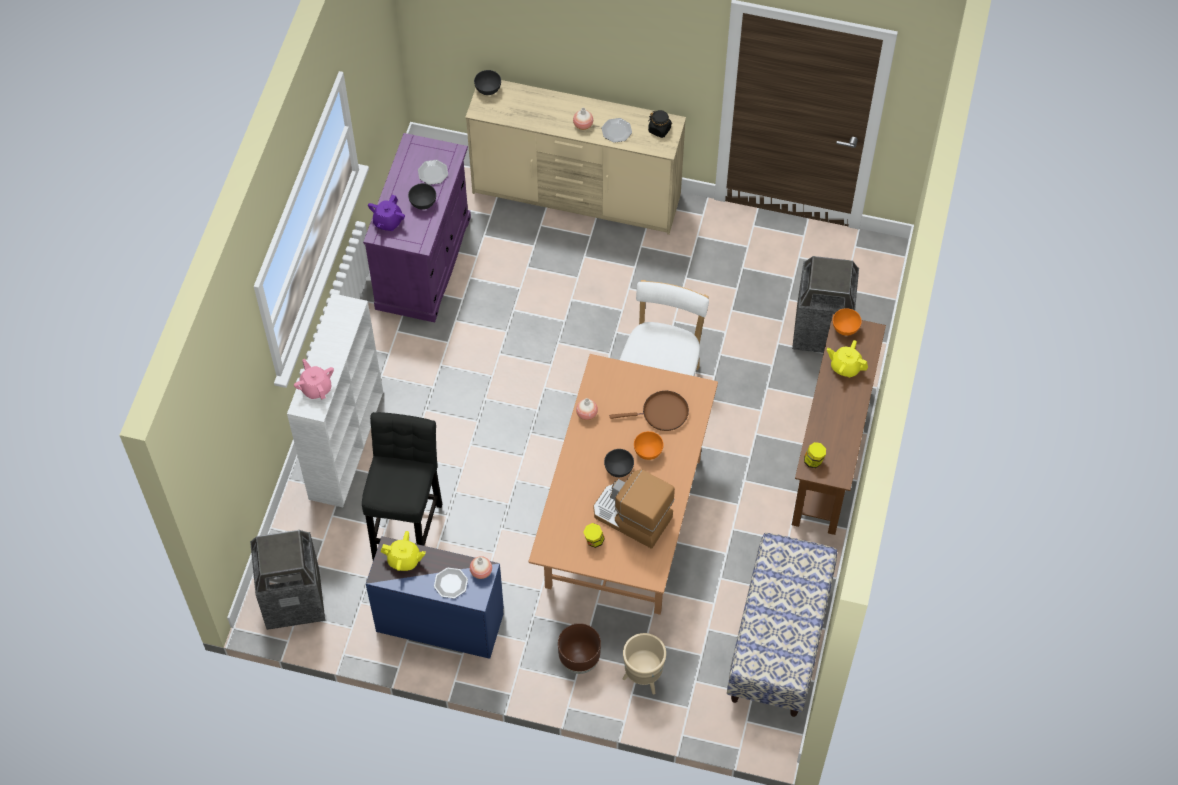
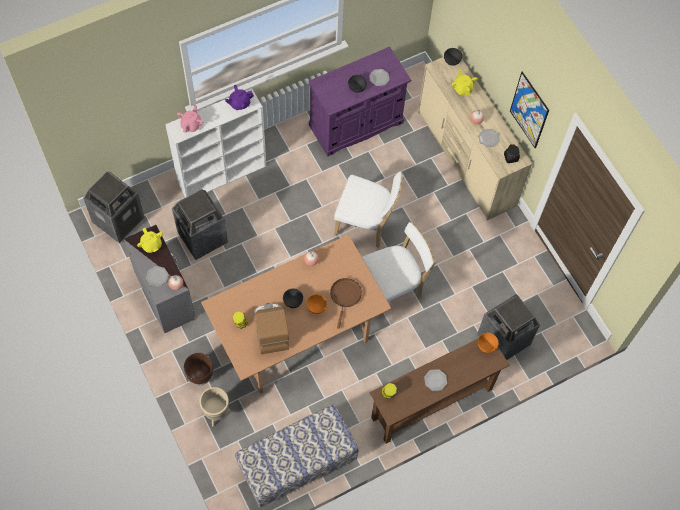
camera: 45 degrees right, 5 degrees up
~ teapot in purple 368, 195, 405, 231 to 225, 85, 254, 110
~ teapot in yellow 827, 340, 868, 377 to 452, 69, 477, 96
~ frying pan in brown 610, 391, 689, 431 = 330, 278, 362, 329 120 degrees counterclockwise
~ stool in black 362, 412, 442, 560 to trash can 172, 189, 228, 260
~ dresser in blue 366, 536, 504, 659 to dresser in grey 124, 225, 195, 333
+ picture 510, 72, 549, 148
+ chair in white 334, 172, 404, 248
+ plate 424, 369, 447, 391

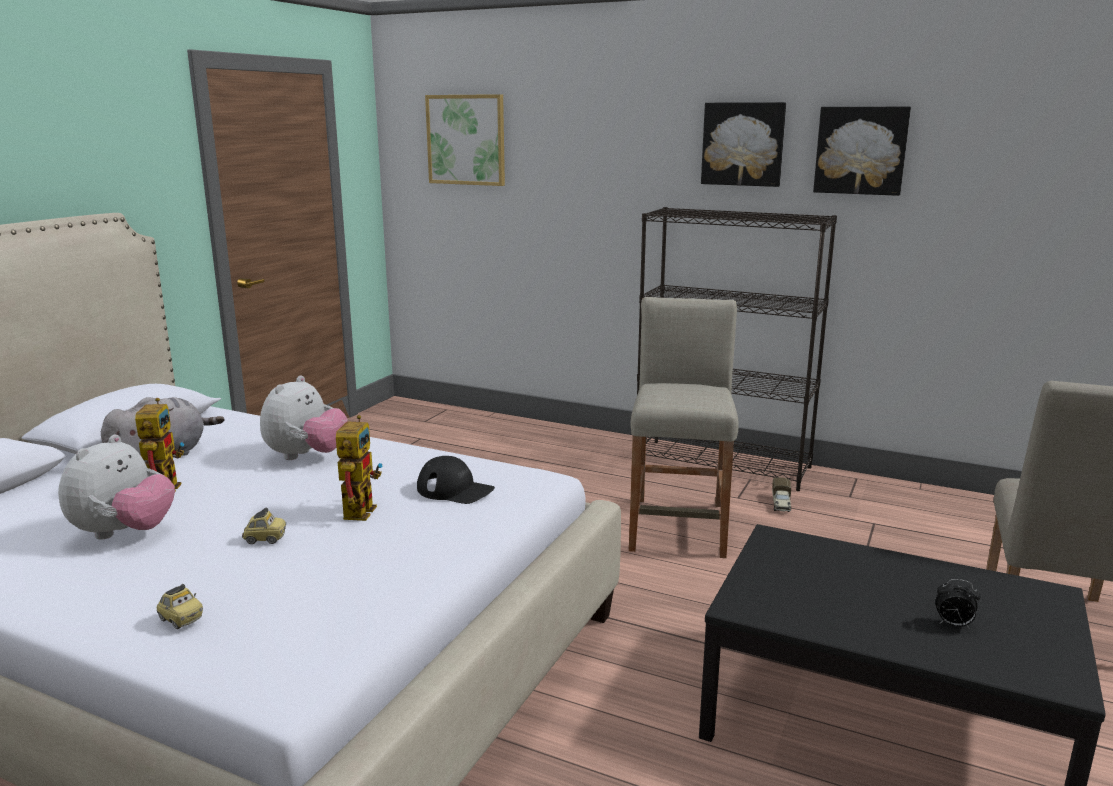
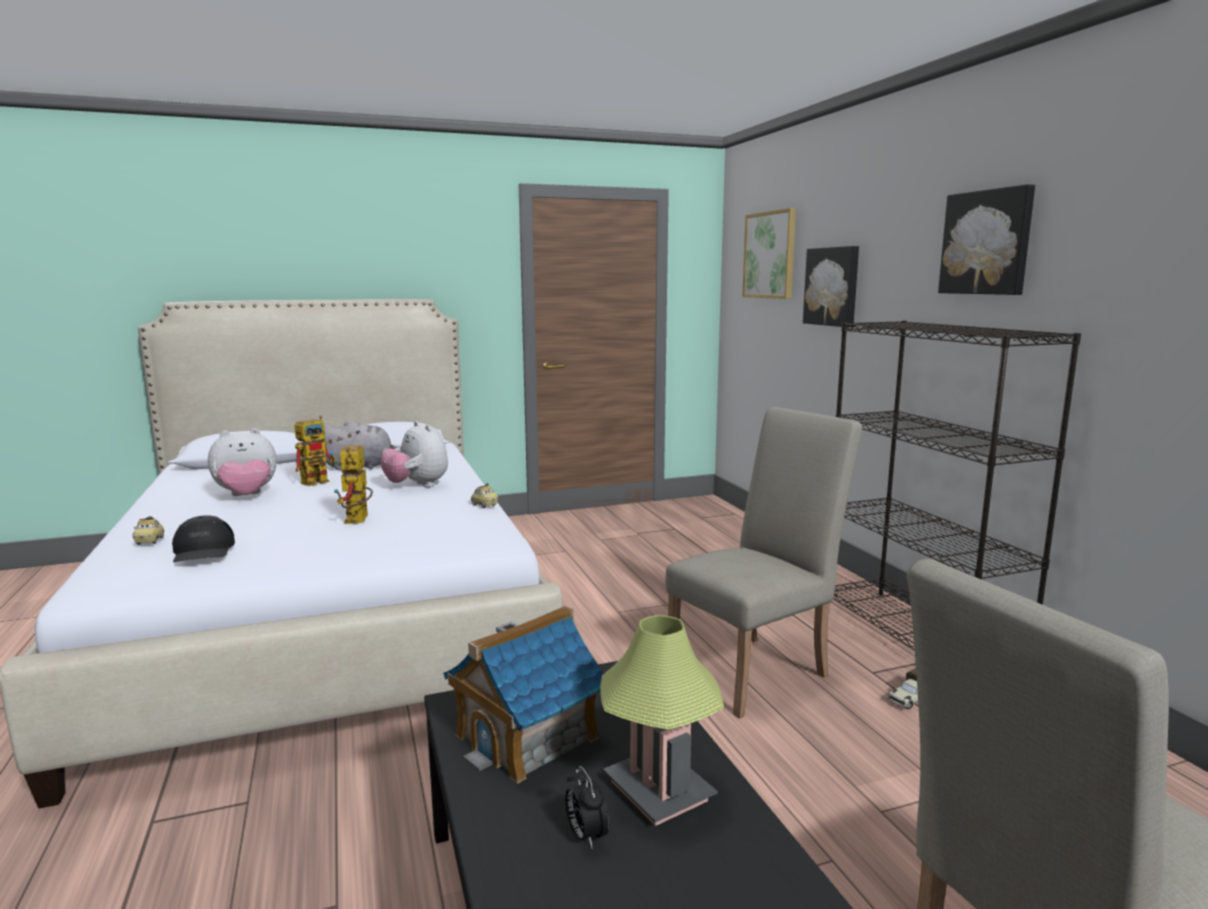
camera: 45 degrees right, 5 degrees down
~ picture 813, 107, 911, 196 to 803, 246, 859, 327
~ stool in beige 629, 297, 739, 558 to chair in beige 665, 407, 862, 719
~ plush toy 260, 375, 348, 460 = 381, 421, 448, 487 75 degrees clockwise
~ toy robot 336, 415, 383, 521 = 334, 445, 373, 524 120 degrees clockwise
~ cap in black 417, 456, 495, 504 to 172, 515, 235, 563
~ toy car 242, 507, 286, 544 to 471, 483, 498, 508
+ toy house 443, 606, 604, 784
+ table lamp 601, 615, 724, 826

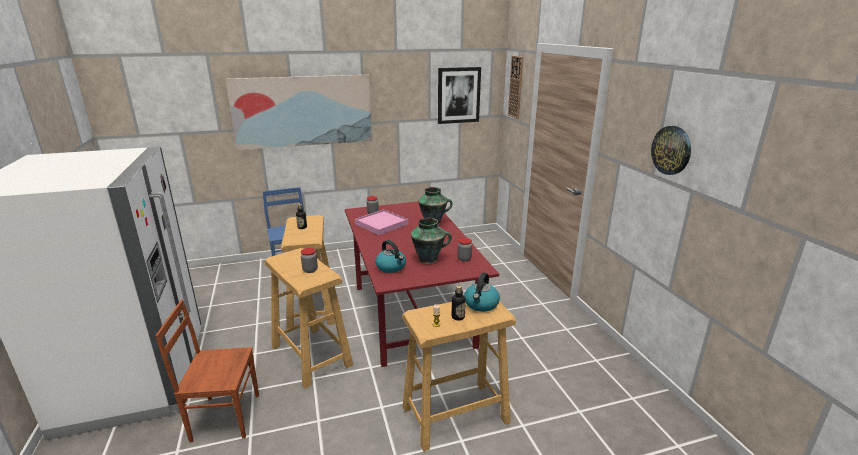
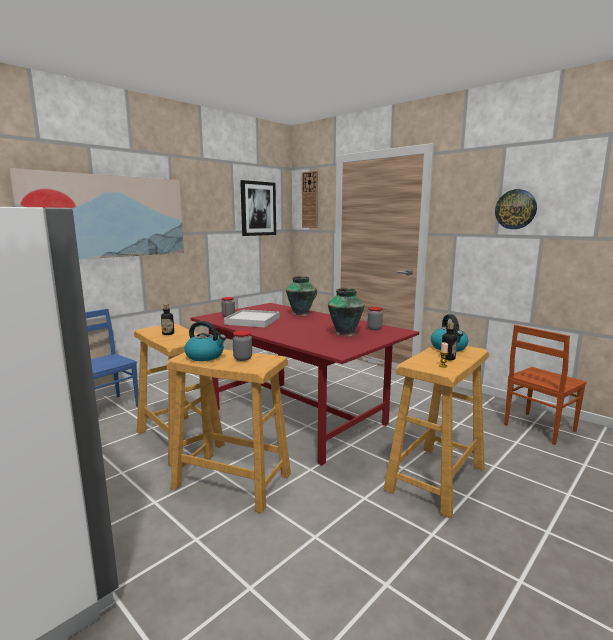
camera: 30 degrees left, 10 degrees down
~ tray in pink 355, 209, 408, 235 to tray in white 224, 309, 280, 328
~ kettle 376, 240, 406, 273 to 184, 321, 226, 361
~ chair in brown 155, 299, 259, 443 to 504, 325, 587, 445

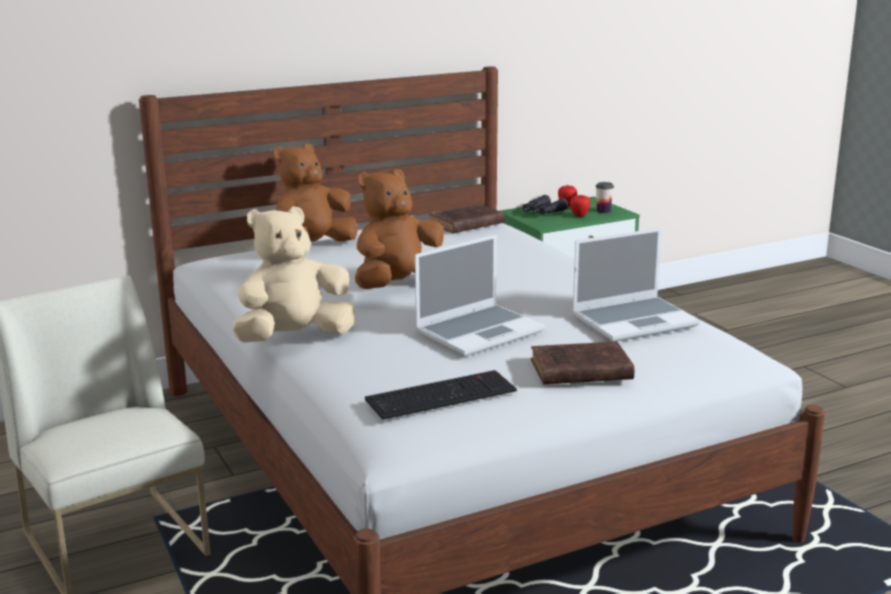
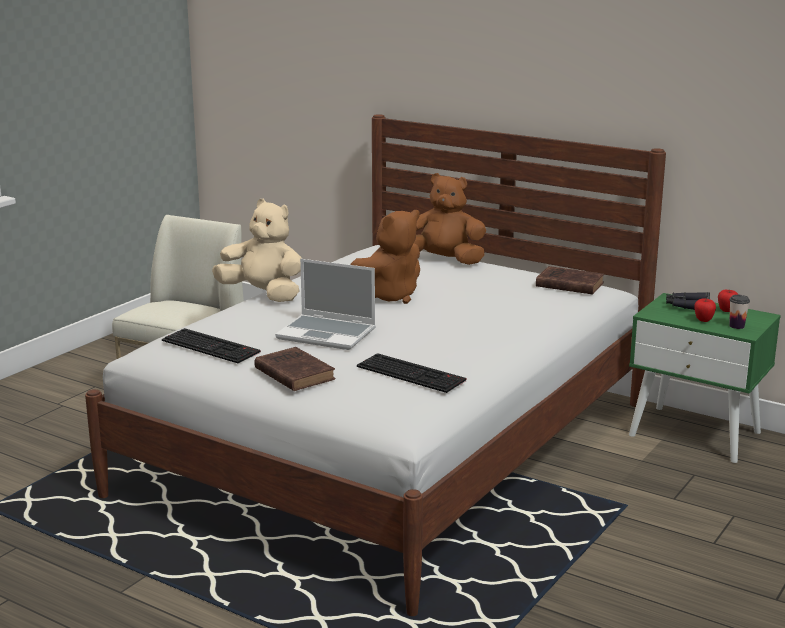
camera: 60 degrees right, 0 degrees up
~ plush toy in brown 355, 169, 444, 289 = 350, 210, 420, 304 120 degrees clockwise
~ laptop 572, 228, 700, 342 to keyboard 357, 353, 466, 393

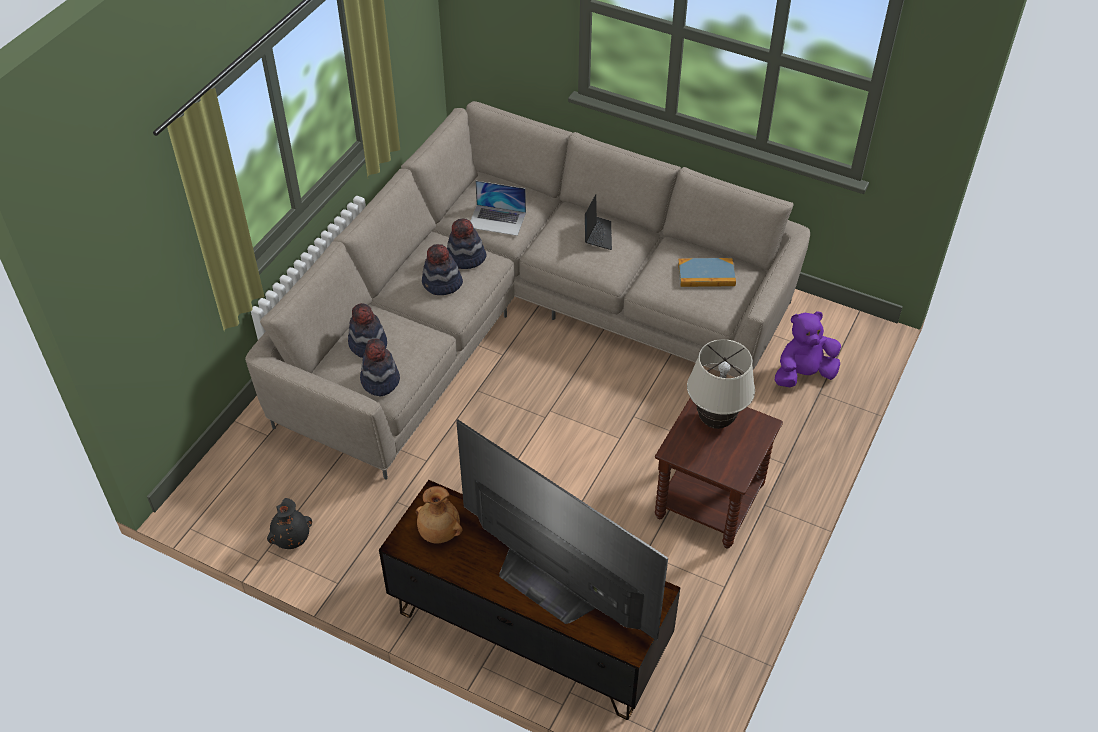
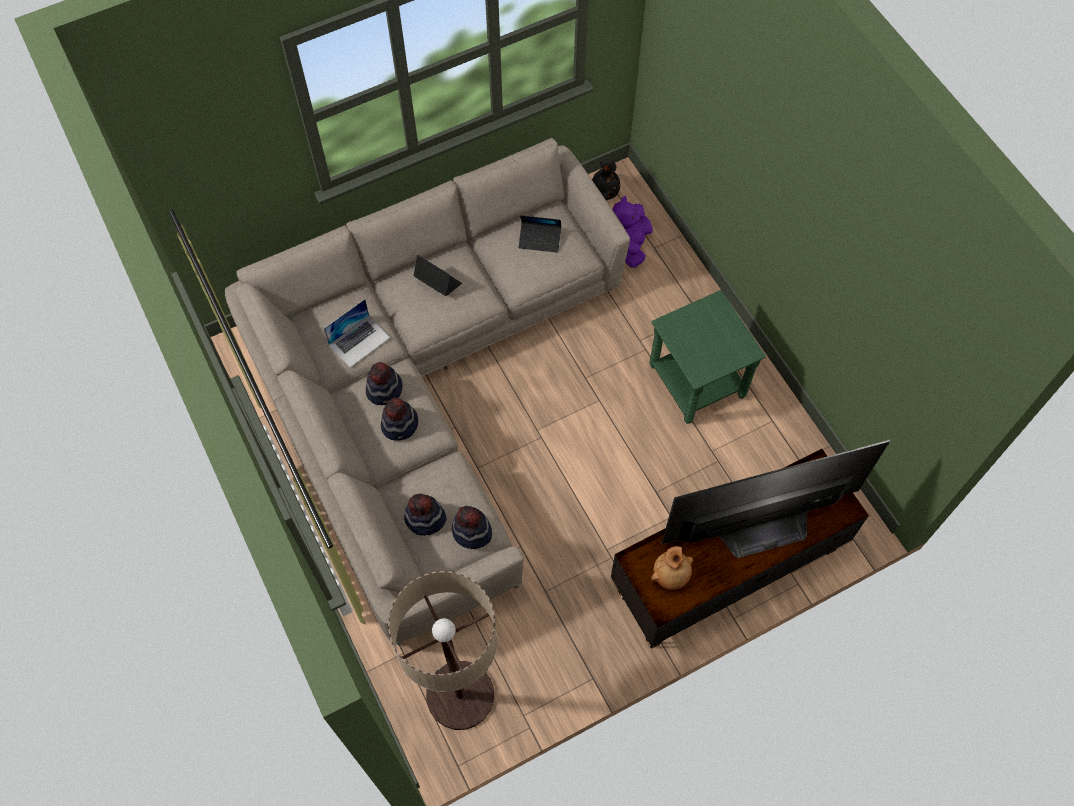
camera: 55 degrees left, 15 degrees up
~ book 678, 258, 736, 287 to laptop 519, 215, 562, 253
- table lamp in beige 687, 339, 755, 429
~ side table in brown 655, 398, 783, 548 to side table in green 649, 290, 766, 424
~ vase in black 267, 498, 312, 549 to 592, 159, 620, 201
+ floor lamp 388, 571, 497, 730

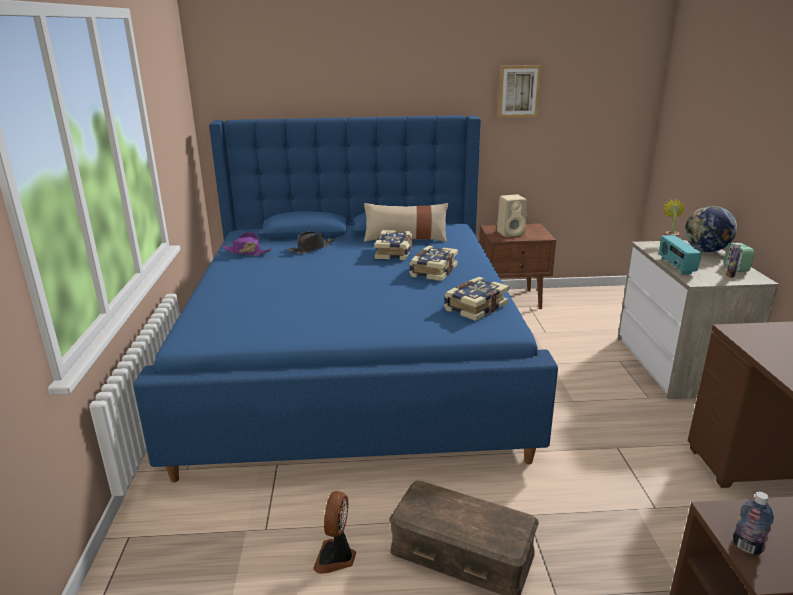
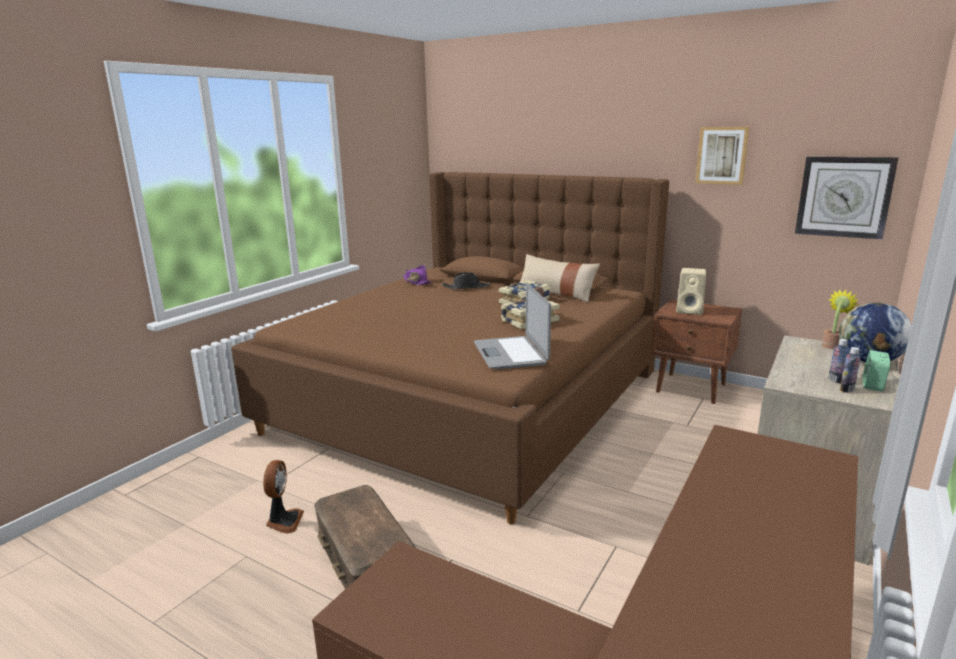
camera: 35 degrees right, 5 degrees down
~ bed in blue 133, 115, 558, 483 to bed in brown 231, 172, 669, 525
- radio 659, 235, 702, 275
~ book 444, 277, 509, 321 to laptop 474, 284, 551, 369
~ fan 313, 491, 356, 574 = 263, 460, 304, 534 135 degrees clockwise
~ bottle 733, 492, 774, 555 to 828, 339, 850, 384
+ wall clock 795, 156, 898, 239

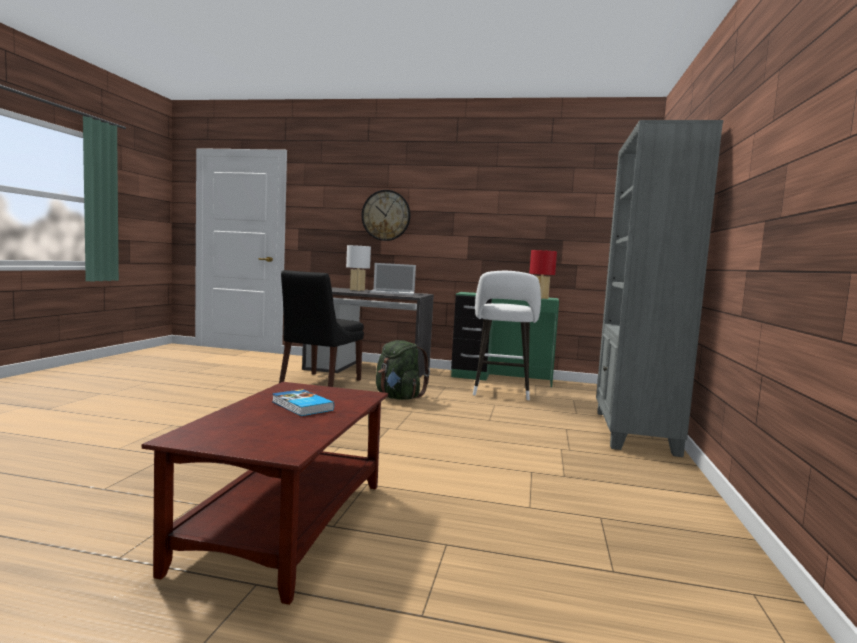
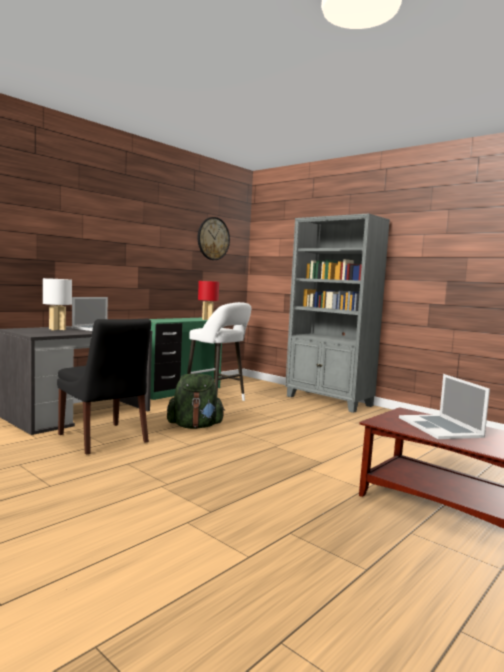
camera: 60 degrees left, 0 degrees up
~ wall clock 362, 190, 410, 241 to 198, 217, 230, 260
~ book 272, 389, 334, 416 to laptop 399, 374, 490, 439

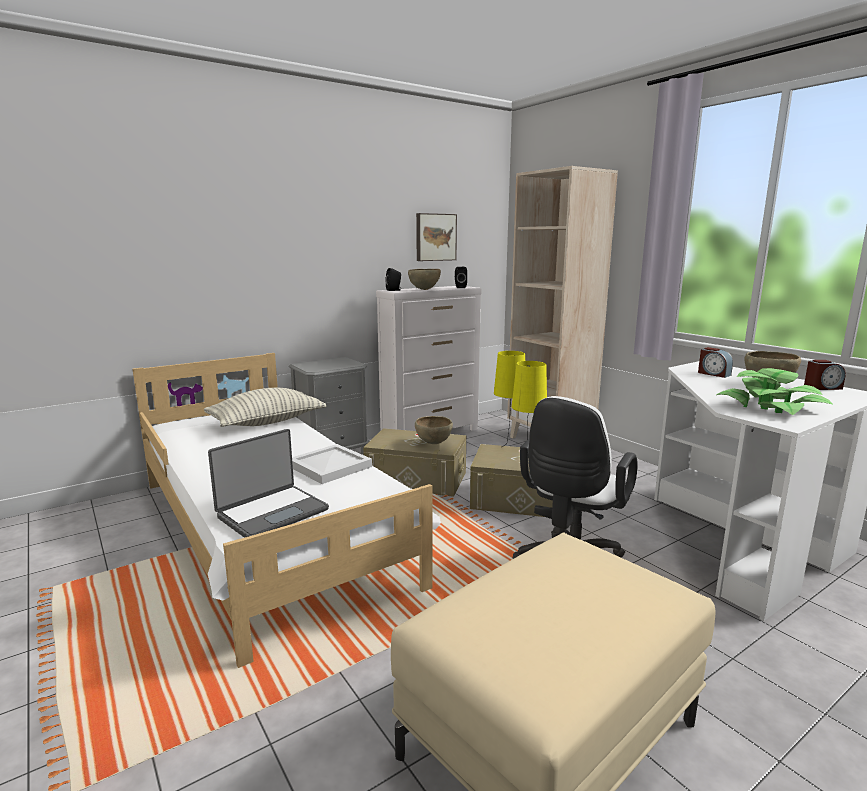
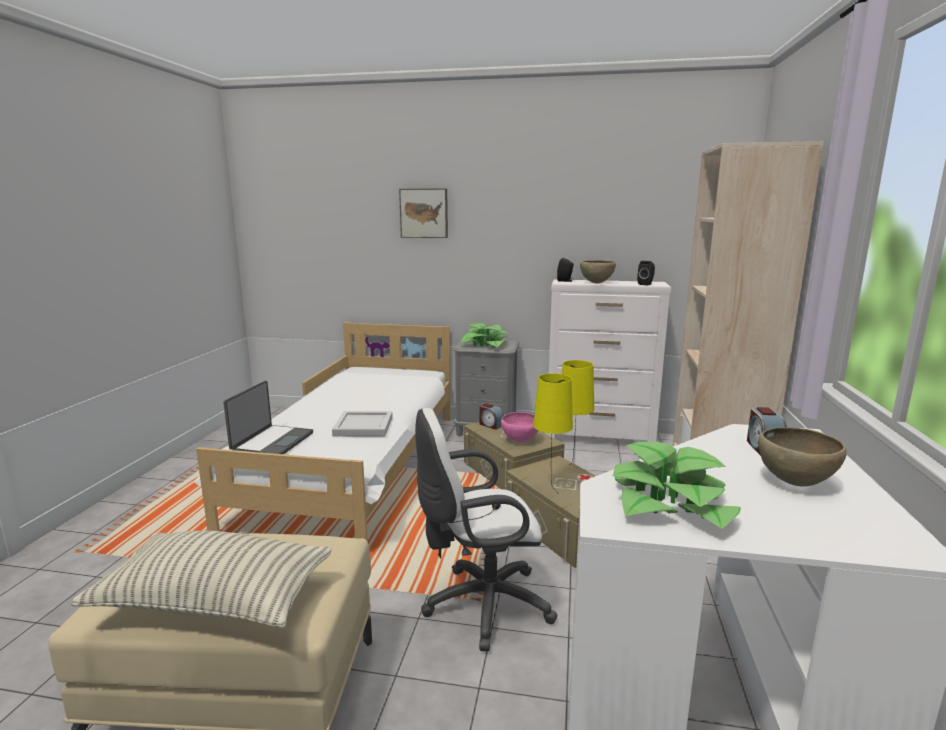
camera: 45 degrees right, 0 degrees up
~ picture 416, 213, 457, 261 to 399, 188, 448, 238
~ alarm clock 804, 360, 846, 390 to 480, 403, 503, 429
~ pillow 204, 388, 326, 427 to 71, 531, 332, 628
~ bowl in brown 415, 416, 453, 444 to bowl in pink 501, 412, 538, 442
~ laptop 208, 429, 329, 538 = 223, 381, 313, 454 75 degrees counterclockwise
+ potted plant 460, 323, 507, 347

